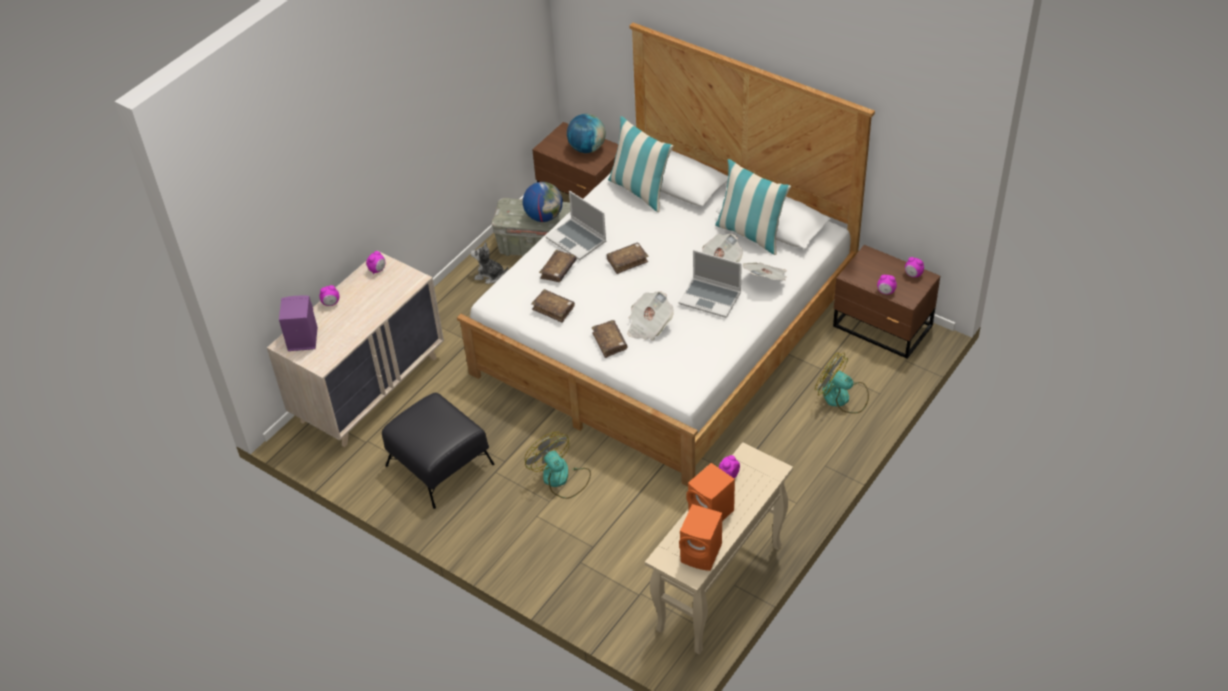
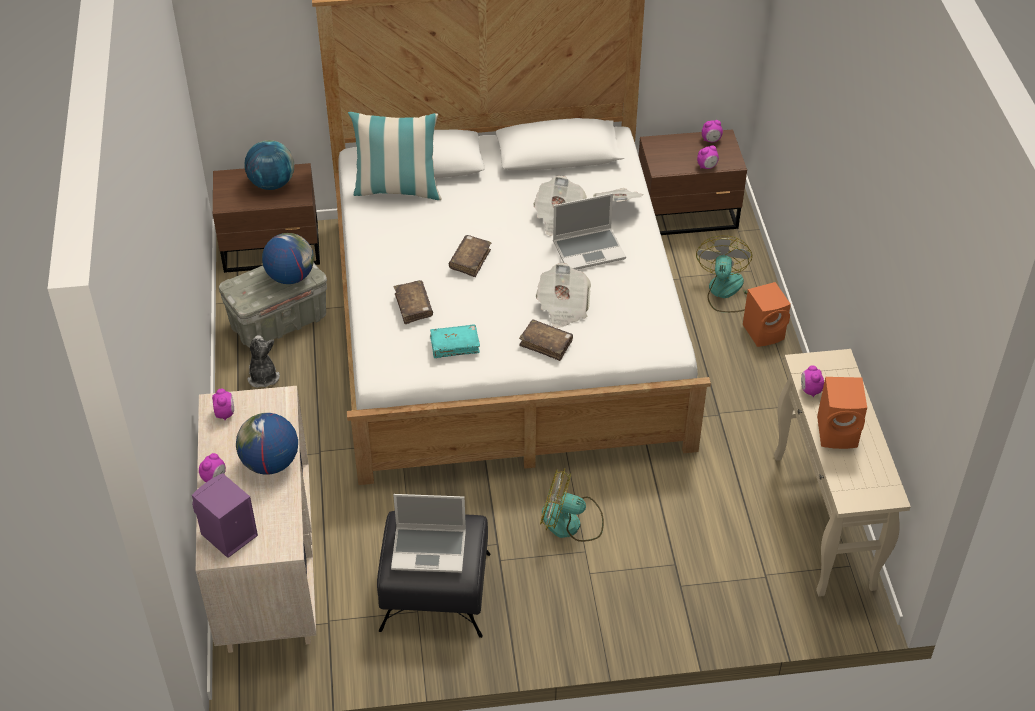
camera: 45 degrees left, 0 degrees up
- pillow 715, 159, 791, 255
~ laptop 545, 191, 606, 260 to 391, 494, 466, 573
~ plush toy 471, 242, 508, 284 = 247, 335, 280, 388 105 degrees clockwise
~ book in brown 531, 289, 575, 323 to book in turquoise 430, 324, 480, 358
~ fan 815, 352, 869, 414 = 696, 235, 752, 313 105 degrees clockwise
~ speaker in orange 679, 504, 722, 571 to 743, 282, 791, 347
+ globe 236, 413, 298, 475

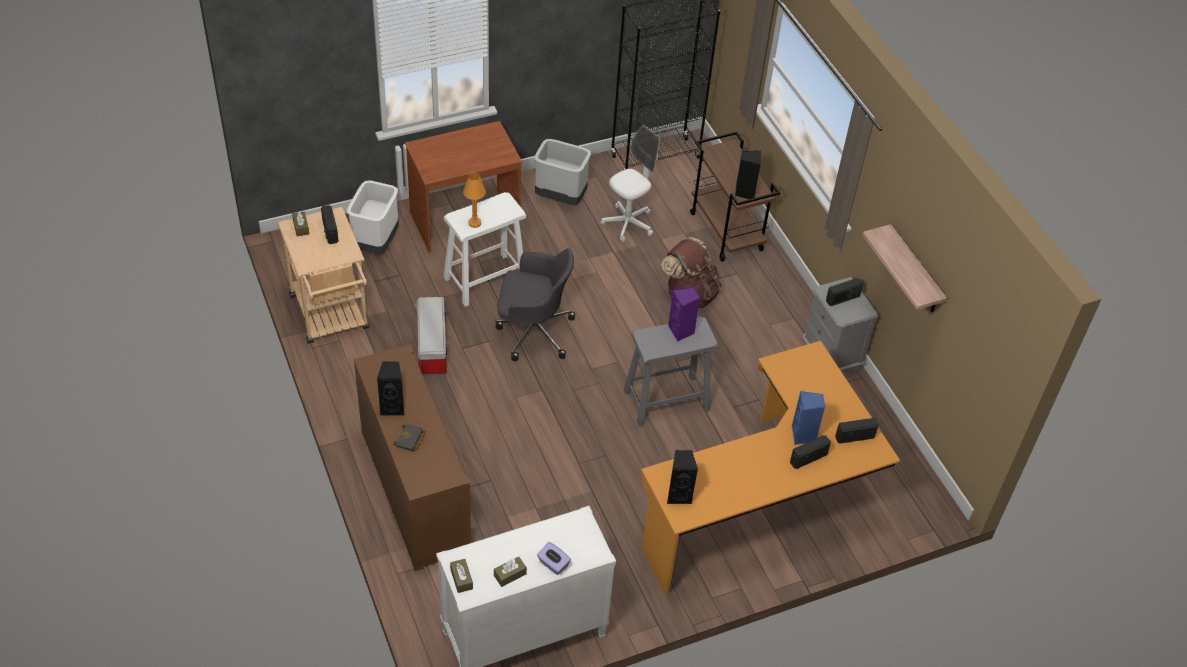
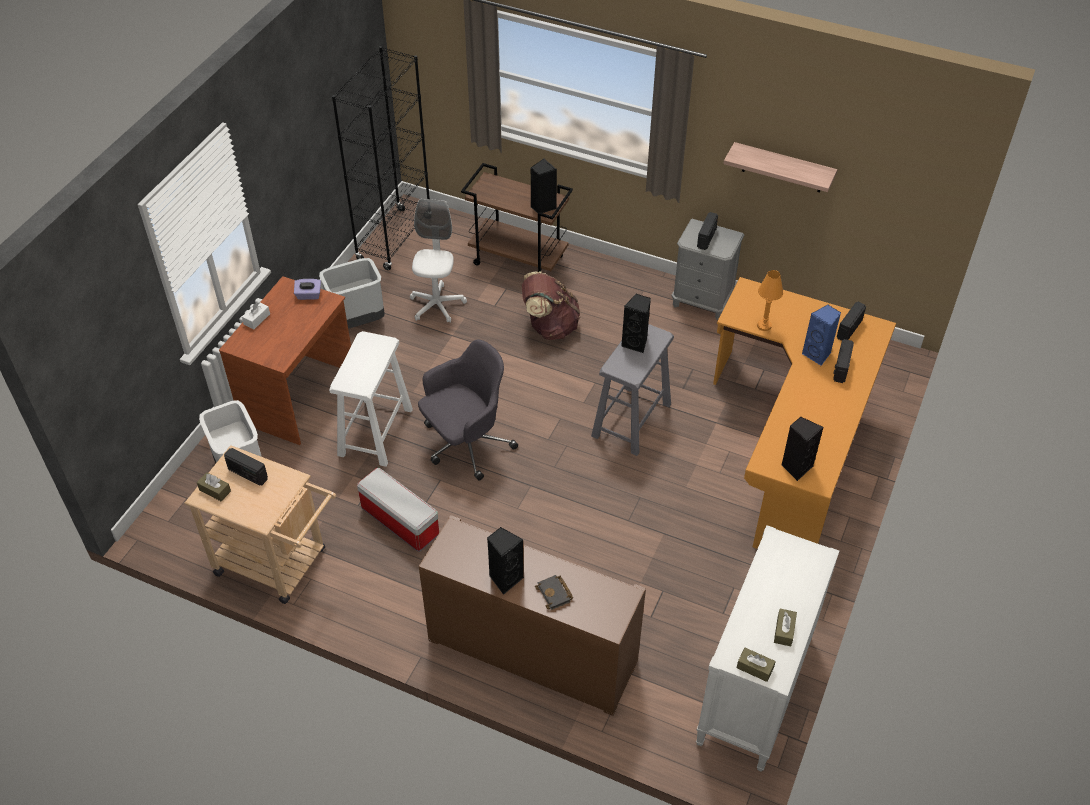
camera: 40 degrees left, 0 degrees up
~ table lamp in orange 463, 173, 486, 228 to 757, 270, 783, 331
~ speaker in purple 668, 287, 700, 342 to speaker in black 621, 294, 651, 353
~ tissue box in purple 537, 542, 571, 575 to 294, 279, 321, 300
+ tissue box in white 242, 302, 270, 329

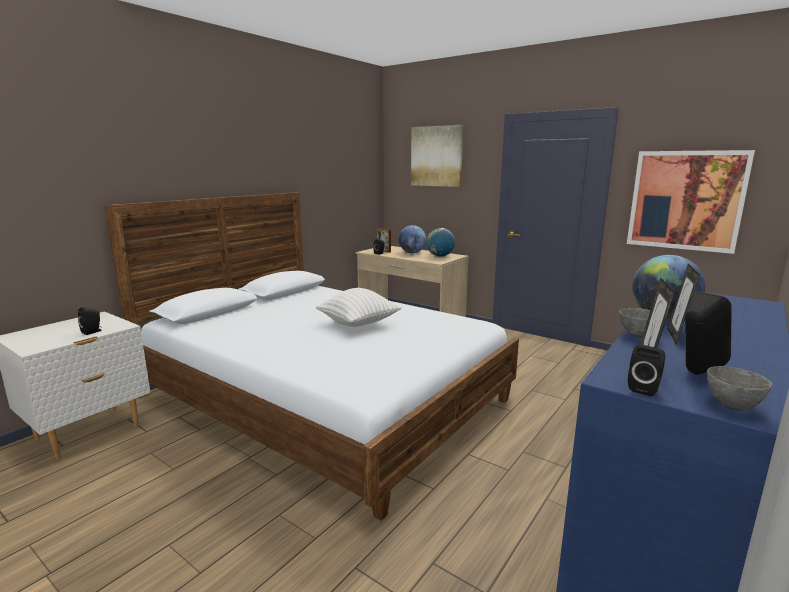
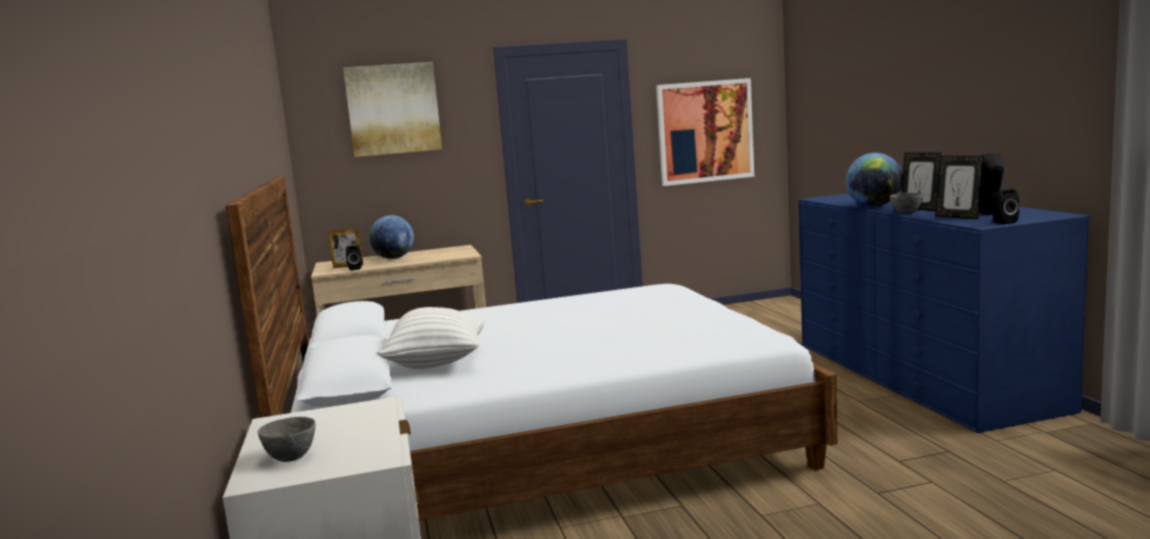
camera: 50 degrees left, 5 degrees down
- globe 427, 228, 455, 257
~ pillow in white 316, 288, 402, 327 to 377, 307, 485, 369
- speaker in black 78, 307, 102, 335
~ bowl in grey 707, 366, 772, 411 to 257, 417, 315, 462

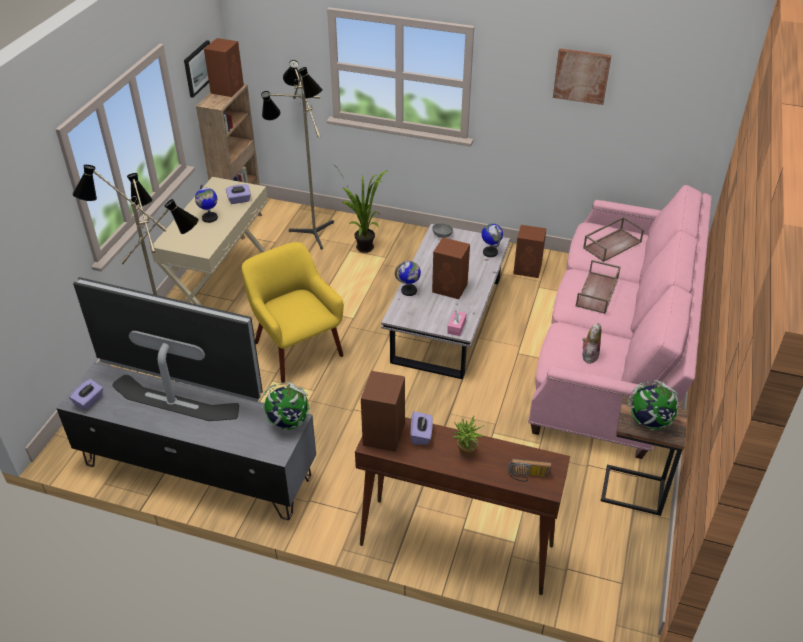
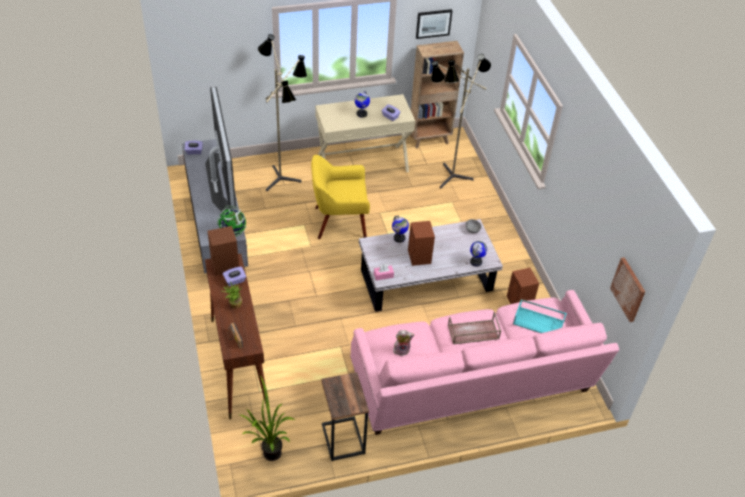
camera: 55 degrees right, 5 degrees up
- speaker in brown 204, 38, 244, 97
~ picture 553, 48, 612, 105 to 610, 257, 645, 322
~ potted plant 333, 164, 388, 253 to 241, 376, 295, 461
~ tray in brown 583, 217, 644, 262 to tray in turquoise 513, 299, 567, 333
~ armchair in yellow 242, 242, 344, 383 = 311, 155, 370, 239 120 degrees counterclockwise
- globe 628, 380, 679, 430

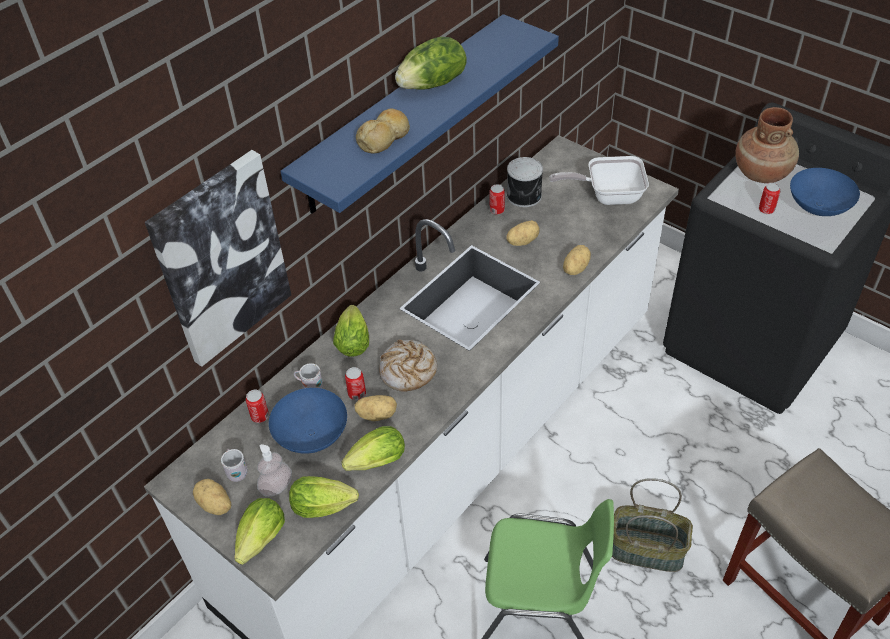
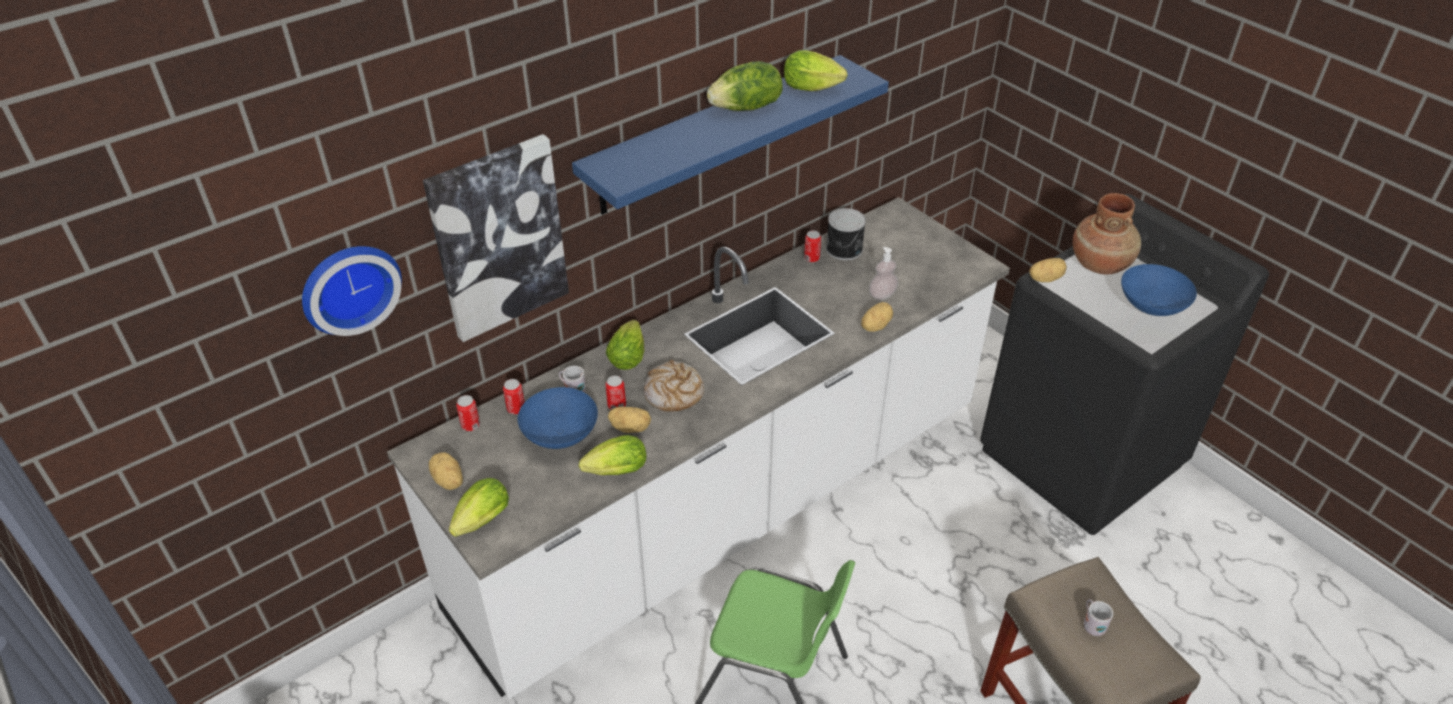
camera: 10 degrees right, 5 degrees down
- bread 356, 109, 410, 154
- frying pan 549, 156, 649, 205
~ can 759, 183, 780, 214 to 456, 395, 480, 431
~ potato 506, 220, 540, 246 to 1029, 258, 1067, 282
~ soap dispenser 257, 444, 292, 497 to 869, 247, 898, 300
~ mug in white 221, 449, 248, 482 to 1084, 599, 1113, 636
~ lettuce 289, 476, 359, 518 to 784, 50, 847, 91
- basket 612, 478, 693, 572
+ wall clock 302, 246, 402, 336

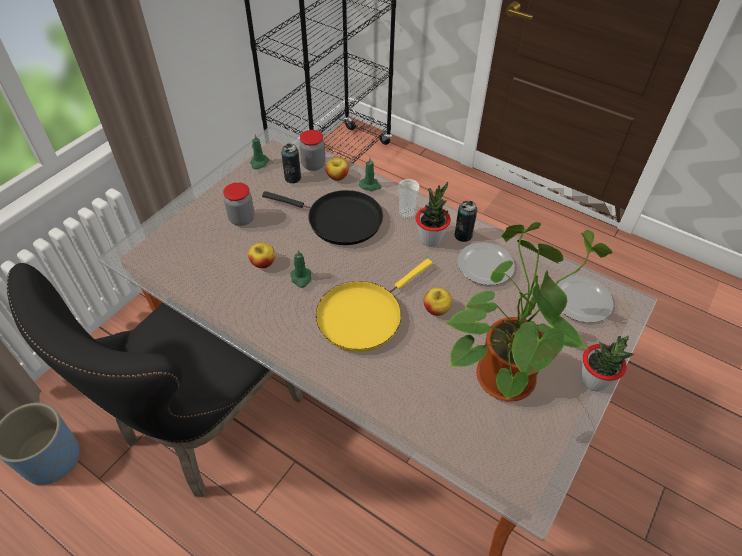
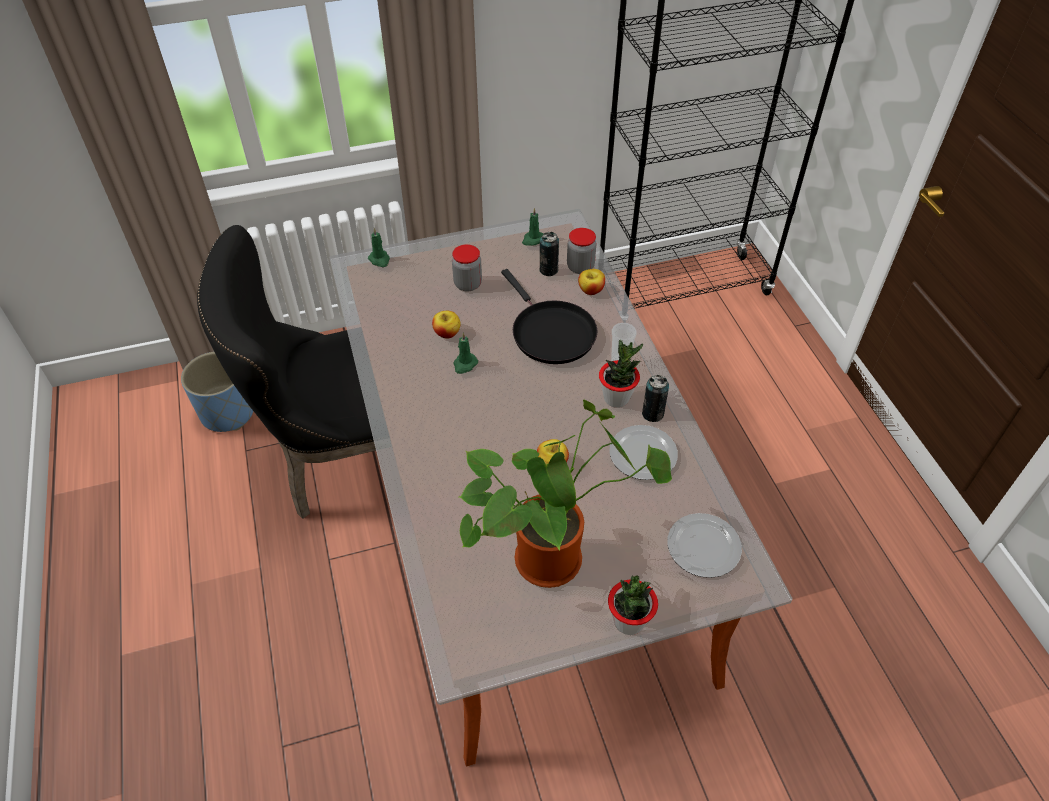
camera: 40 degrees right, 0 degrees up
~ candle in green 359, 157, 381, 191 to 368, 228, 390, 267
- frying pan in yellow 316, 259, 432, 352

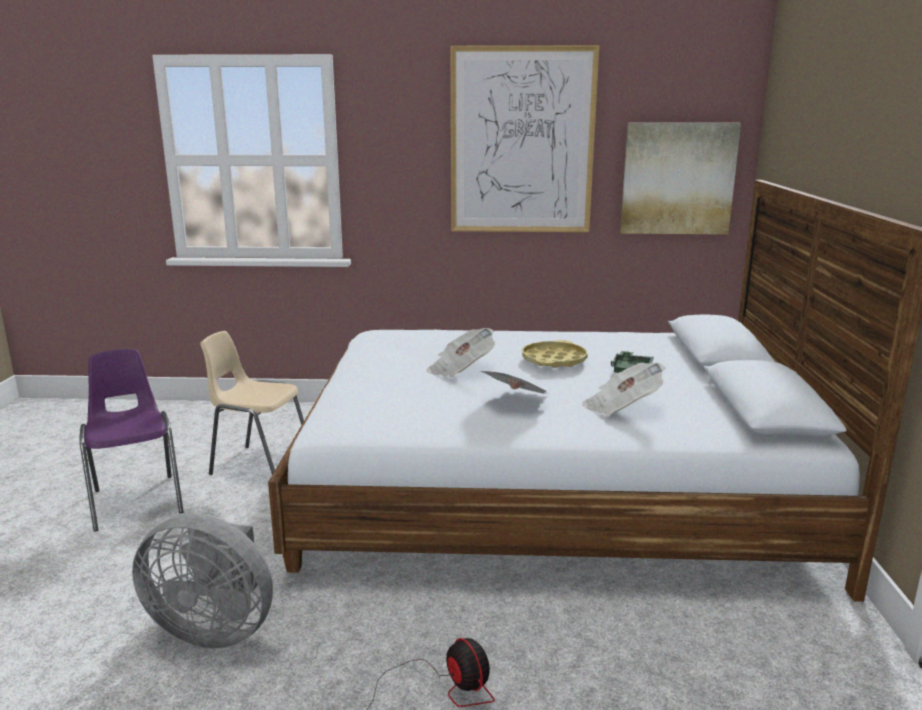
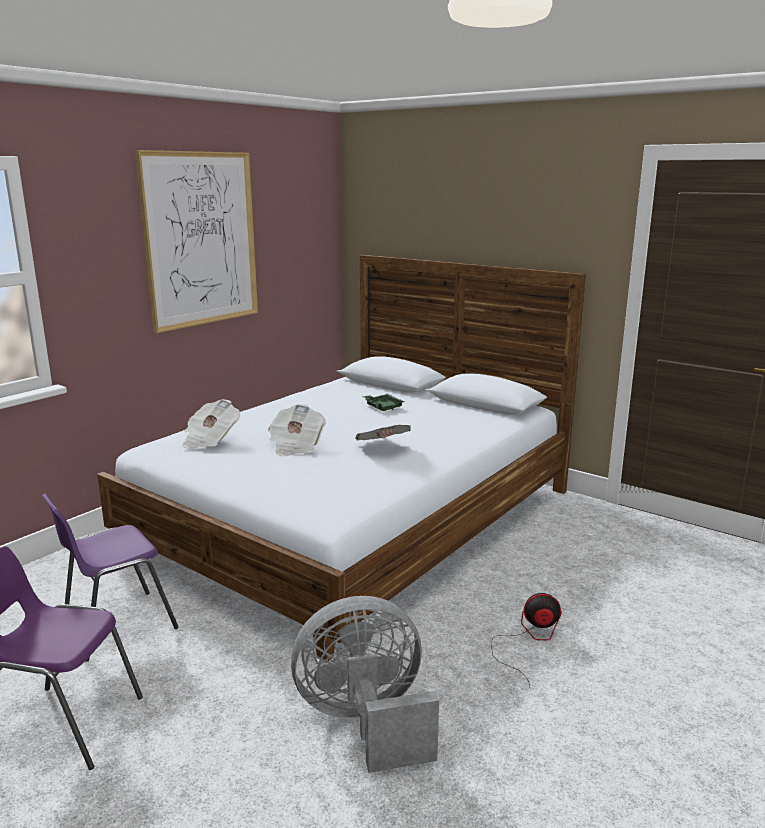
camera: 55 degrees left, 0 degrees up
- picture 620, 123, 741, 234
~ chair in beige 200, 331, 304, 475 to chair in purple 41, 494, 179, 662
- tray in yellow 522, 340, 588, 368
~ newspaper 582, 362, 665, 416 to 182, 399, 240, 449
~ fan in grey 132, 514, 273, 649 = 291, 596, 439, 773 150 degrees counterclockwise

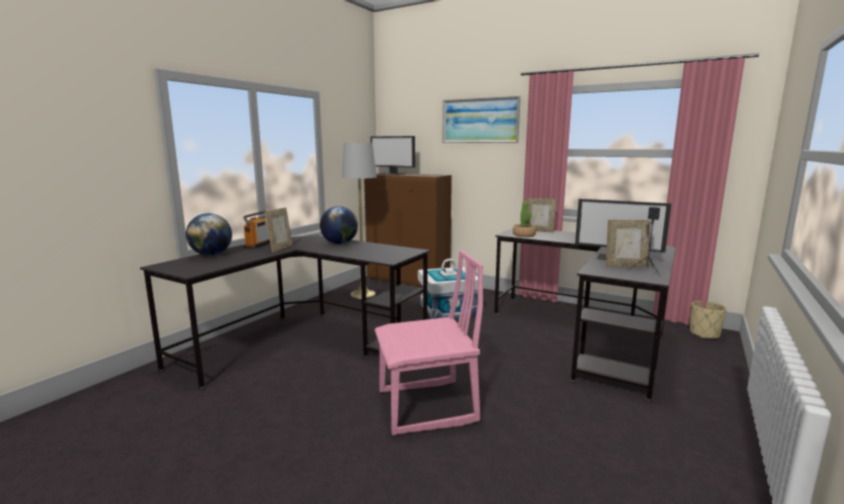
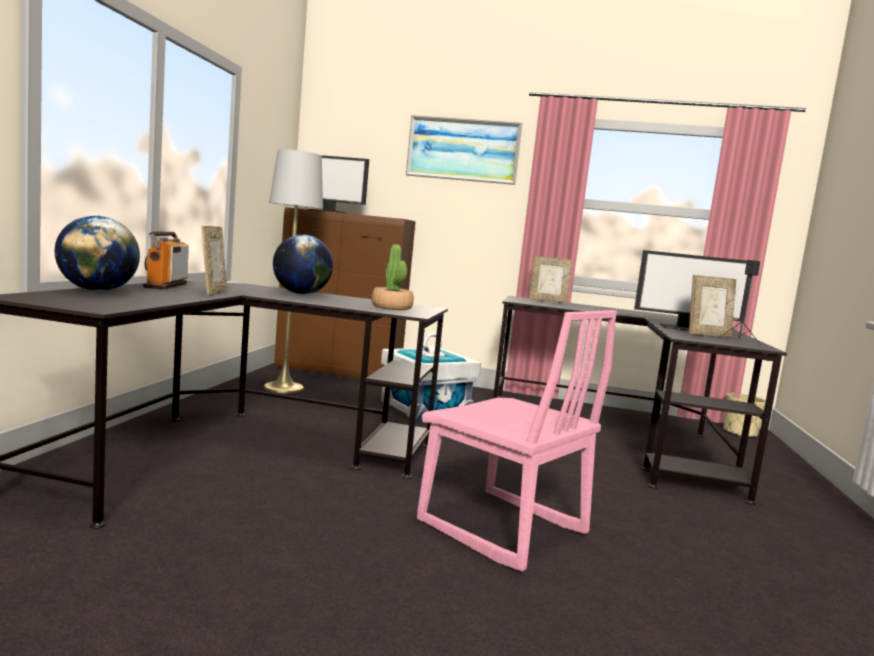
camera: 20 degrees left, 5 degrees down
~ potted plant 513, 201, 536, 237 to 372, 244, 414, 310
~ chair in pink 374, 251, 483, 435 = 417, 310, 617, 571 75 degrees clockwise

